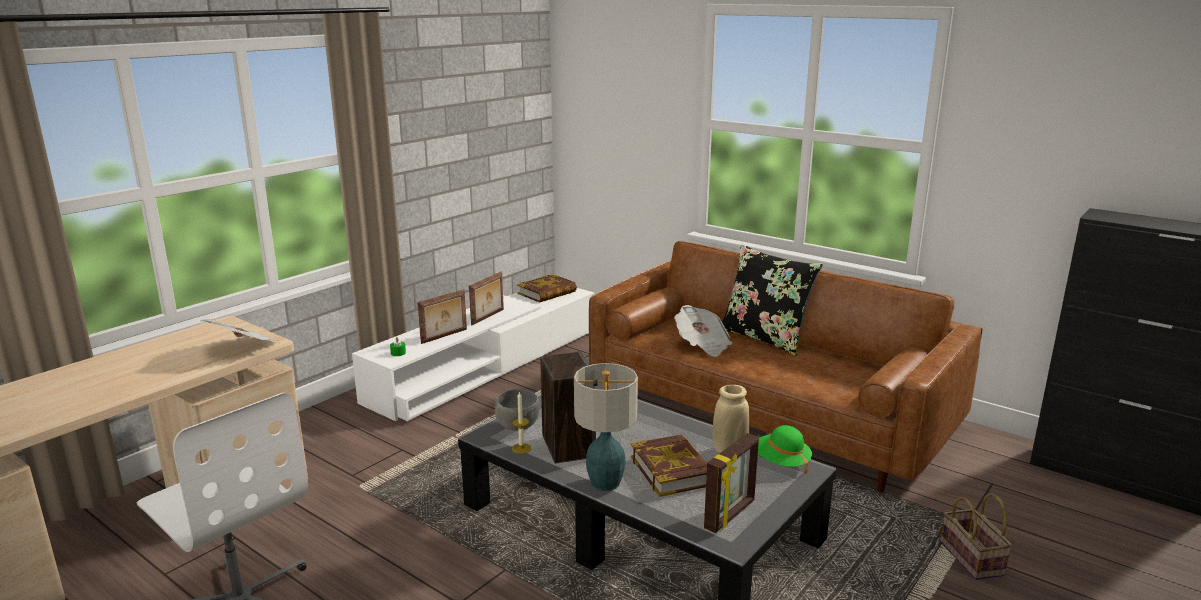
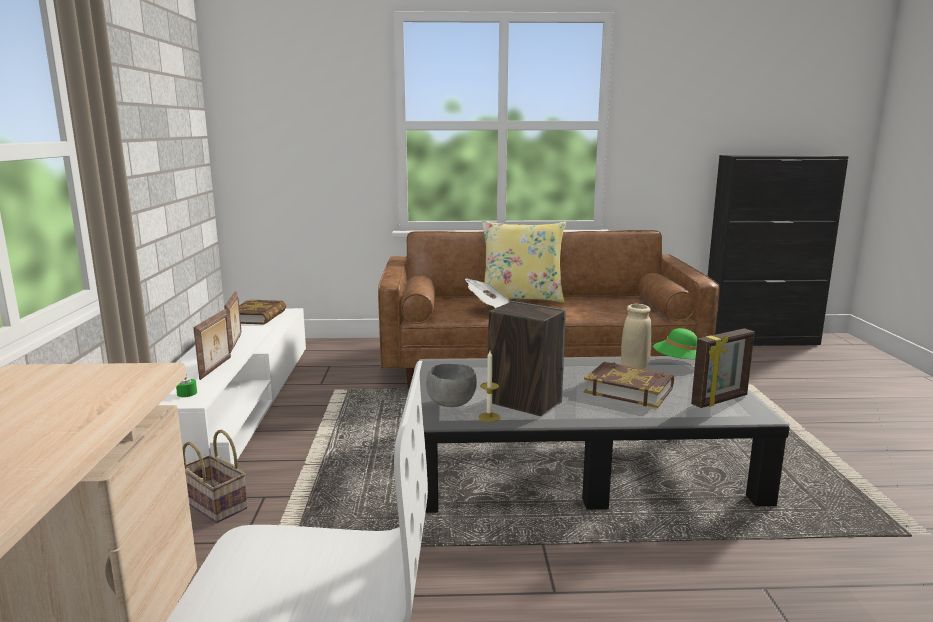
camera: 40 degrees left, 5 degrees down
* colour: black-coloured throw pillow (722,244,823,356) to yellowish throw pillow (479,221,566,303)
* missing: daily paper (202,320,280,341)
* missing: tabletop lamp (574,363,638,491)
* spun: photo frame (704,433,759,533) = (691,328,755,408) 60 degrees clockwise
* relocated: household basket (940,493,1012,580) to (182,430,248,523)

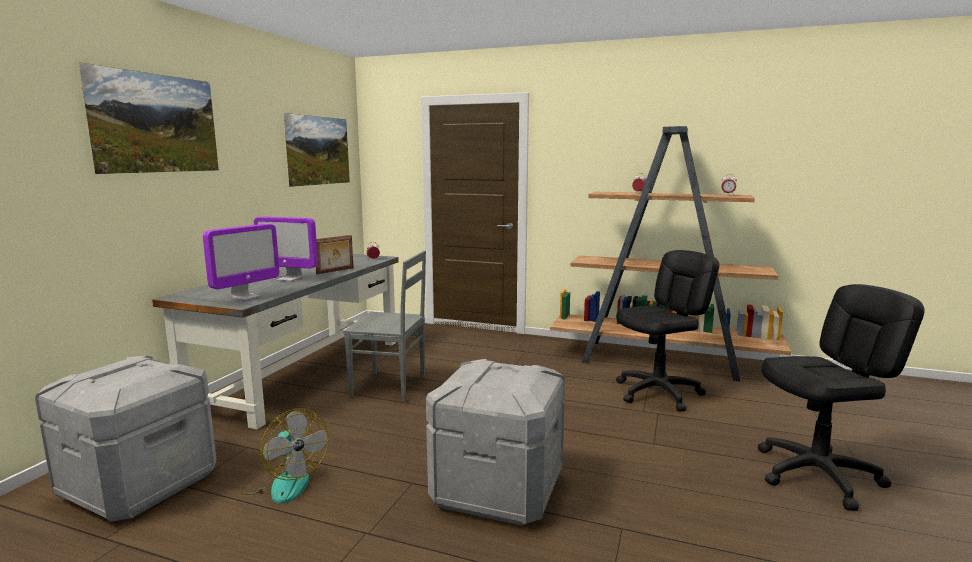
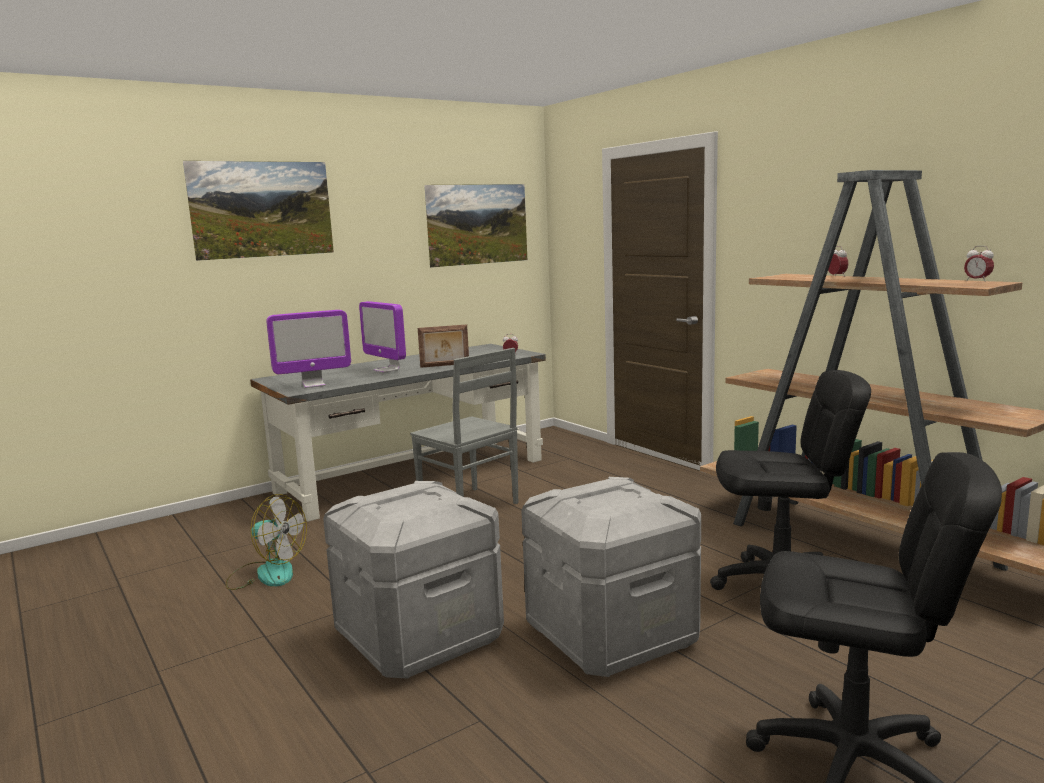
camera: 35 degrees right, 0 degrees up
* relocated: gray storage bin (35,356,216,522) to (521,477,701,677)
* spun: fan (241,409,329,504) = (225,494,307,590) 60 degrees counterclockwise

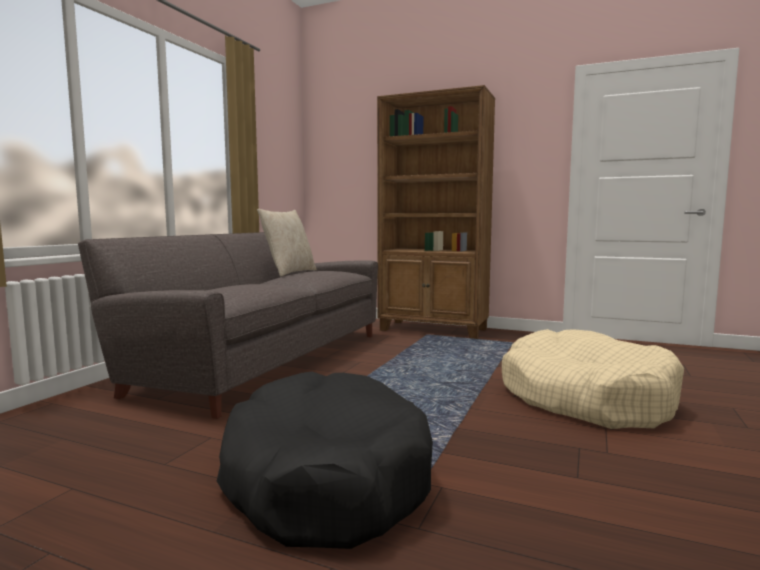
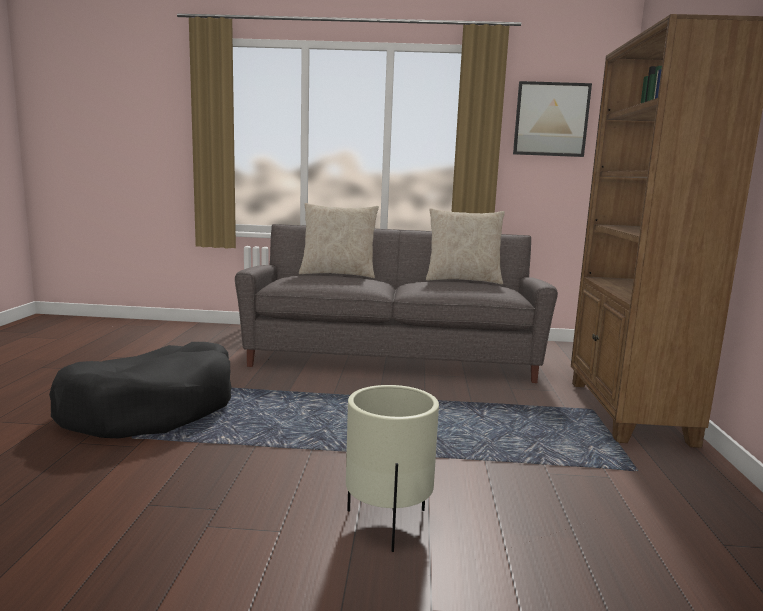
camera: 70 degrees right, 5 degrees up
* exchanged: sand-coloured dog cushion (502,329,684,429) to sand-coloured plant pot (346,385,439,552)
* appeared: wall art (513,81,592,157)
* appeared: sand-coloured throw pillow (299,203,379,278)

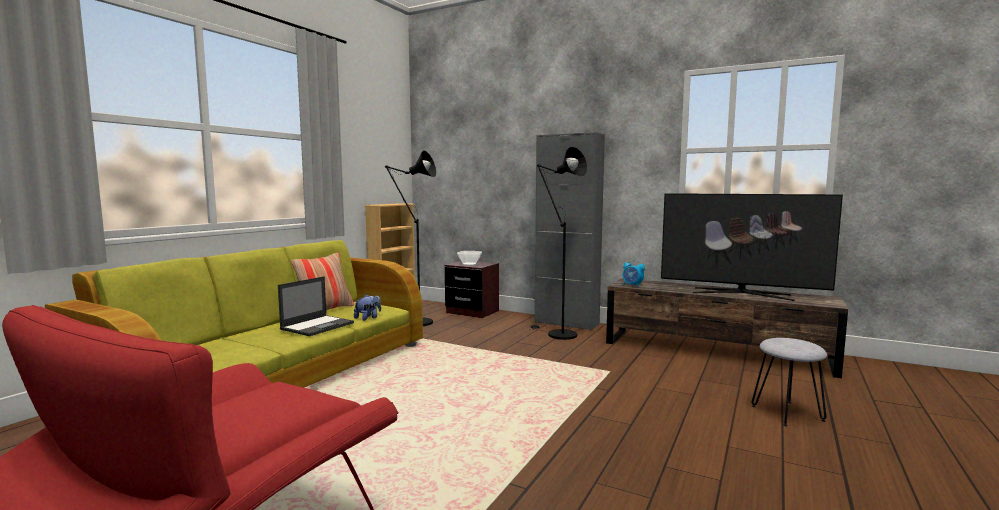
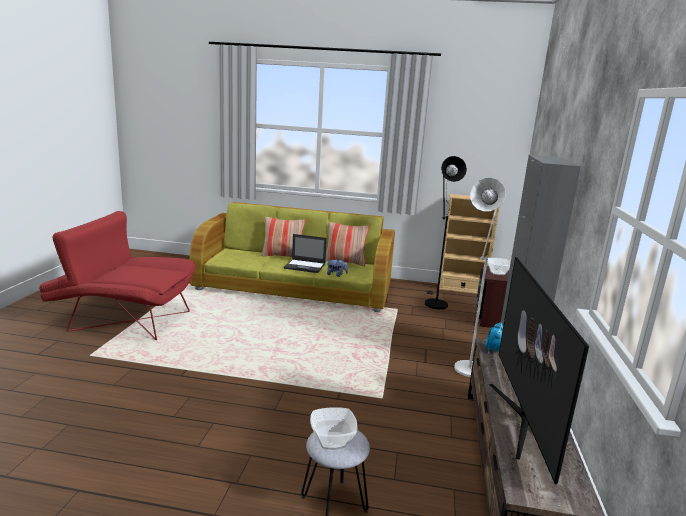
camera: 70 degrees right, 10 degrees up
* colour: black-coloured floor lamp (527,147,587,340) to white-coloured floor lamp (454,178,507,377)
* appeared: throw pillow (261,217,306,257)
* appeared: serving bowl (310,407,358,450)

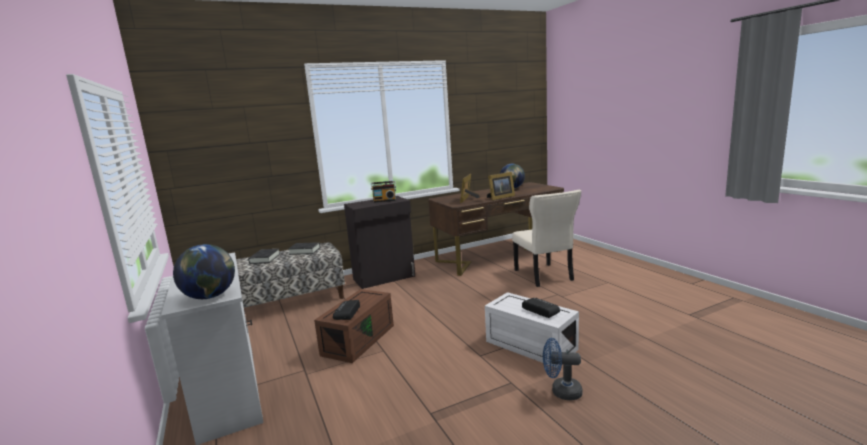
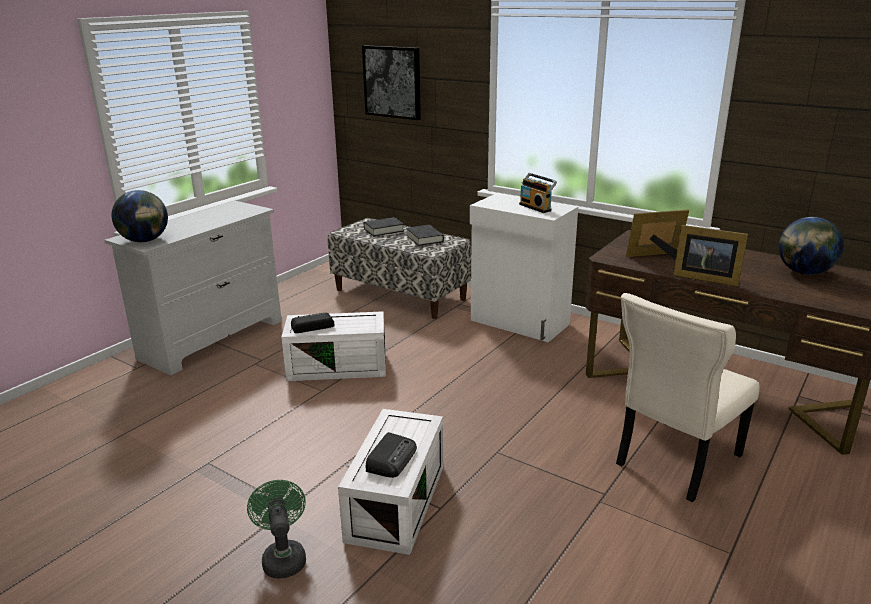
camera: 60 degrees right, 10 degrees up
* colour: black-coloured cupboard (344,196,415,289) to white-coloured cupboard (470,193,578,342)
* colour: brown storage bin (314,289,394,363) to white-coloured storage bin (281,311,386,381)
* colour: bluish fan (543,338,582,400) to greenish fan (247,480,306,579)
* appeared: wall art (362,45,421,120)

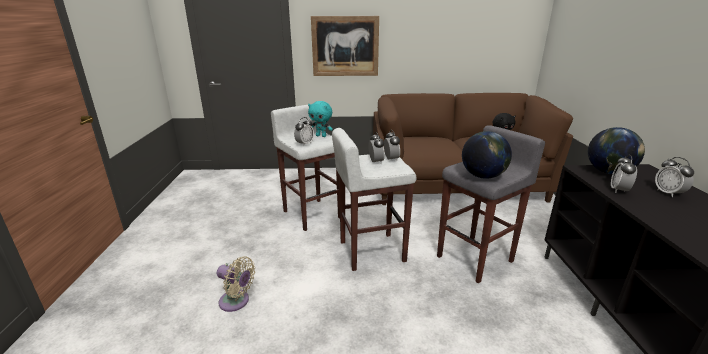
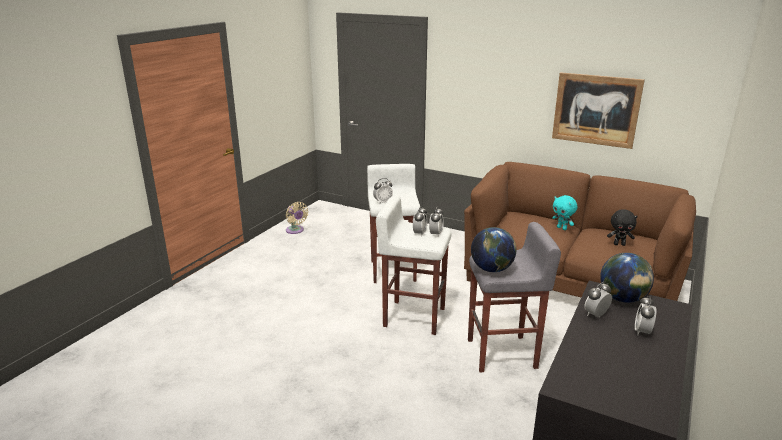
camera: 30 degrees right, 0 degrees up
* relocated: wall art (311,16,379,76) to (552,72,645,149)
* relocated: turquoise soft toy (308,101,333,137) to (552,195,578,230)
* relocated: sand-coloured fan (217,256,255,312) to (286,202,308,234)

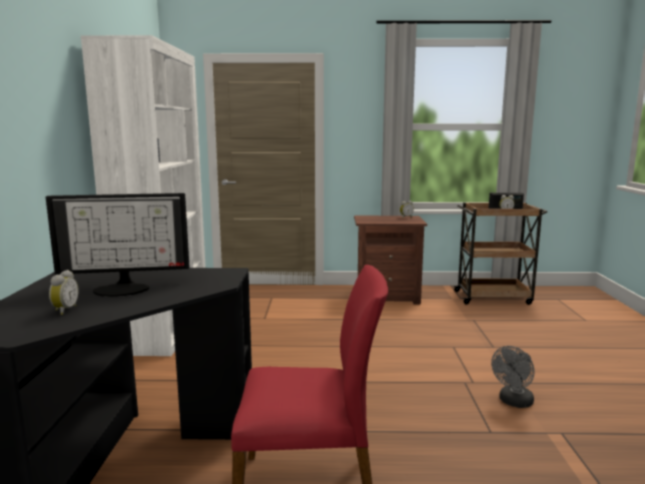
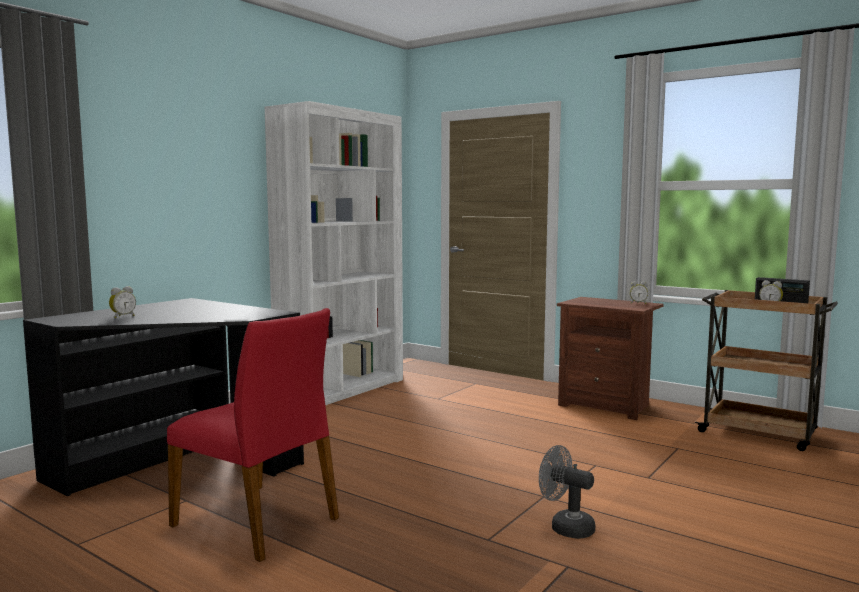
camera: 35 degrees right, 5 degrees down
* missing: computer screen (46,193,190,297)
* spun: gray fan (491,346,535,408) = (539,445,595,539) 45 degrees clockwise

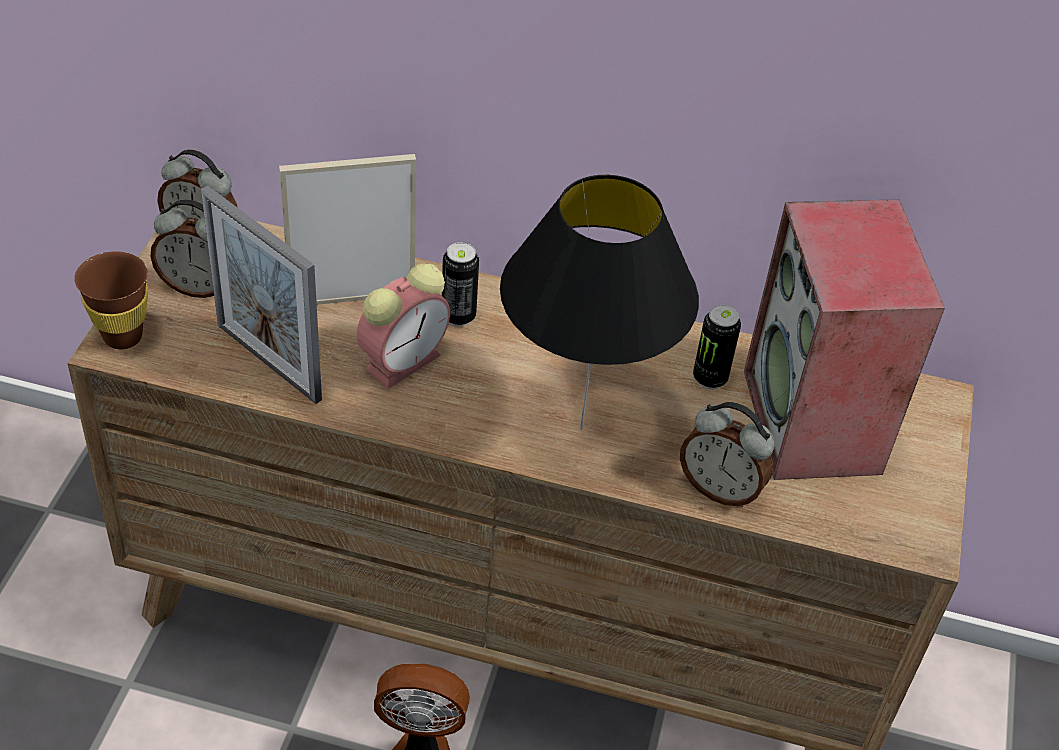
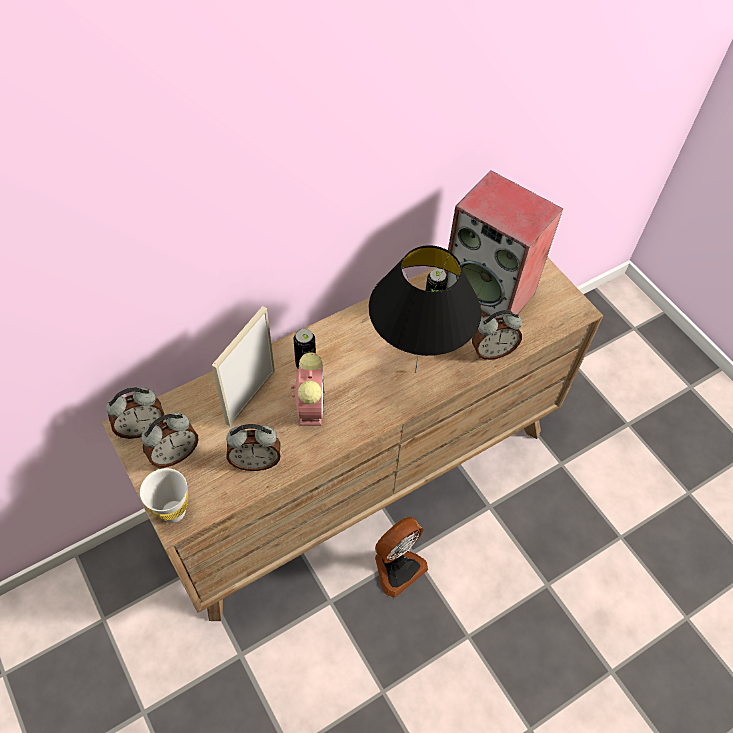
camera: 45 degrees left, 10 degrees up
* exchanged: photo frame (201,185,322,404) to alarm clock (226,424,281,471)
* colour: brown cup (75,251,148,349) to white-coloured cup (140,468,188,523)

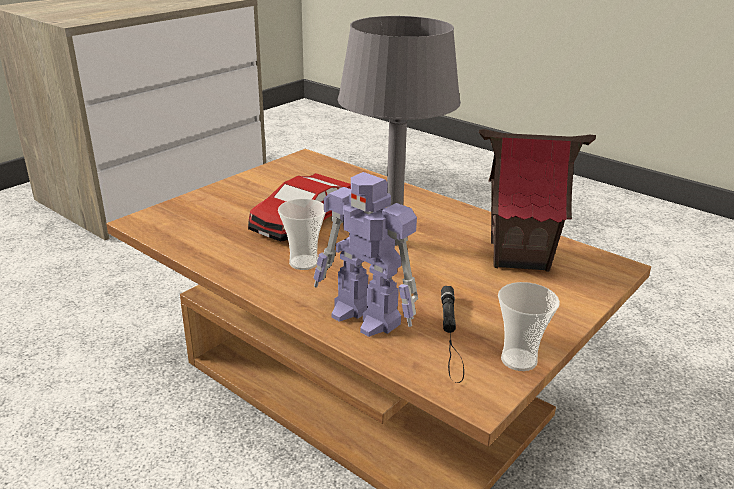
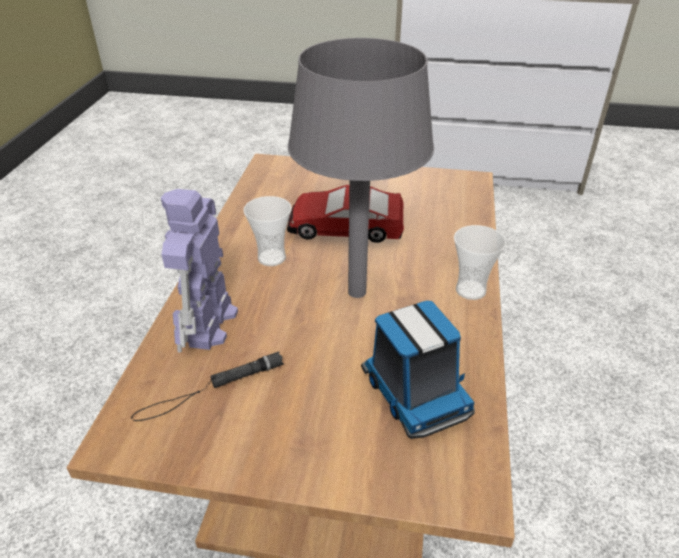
camera: 60 degrees right, 10 degrees up
* exchanged: model house (479,129,596,272) to toy truck (361,301,475,439)
* relocated: cup (498,282,560,371) to (454,225,506,300)

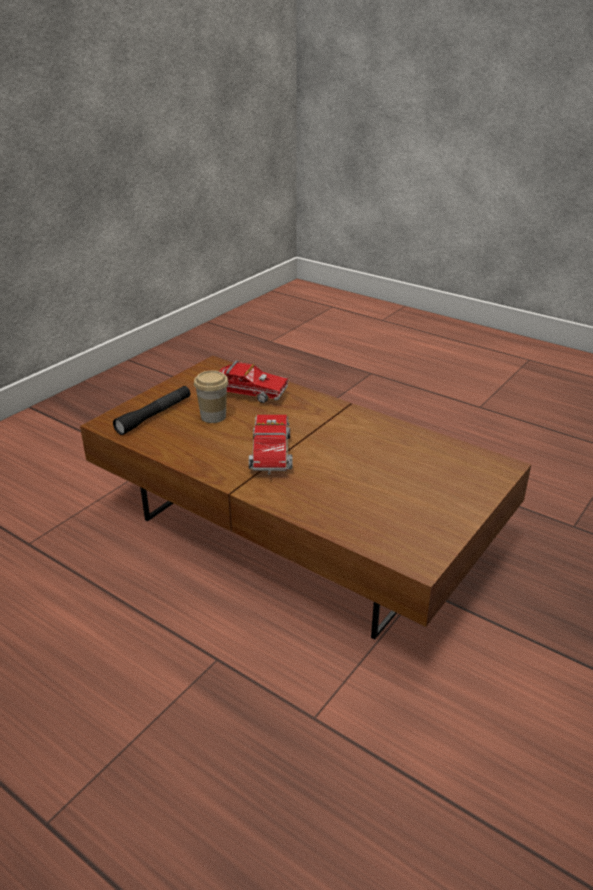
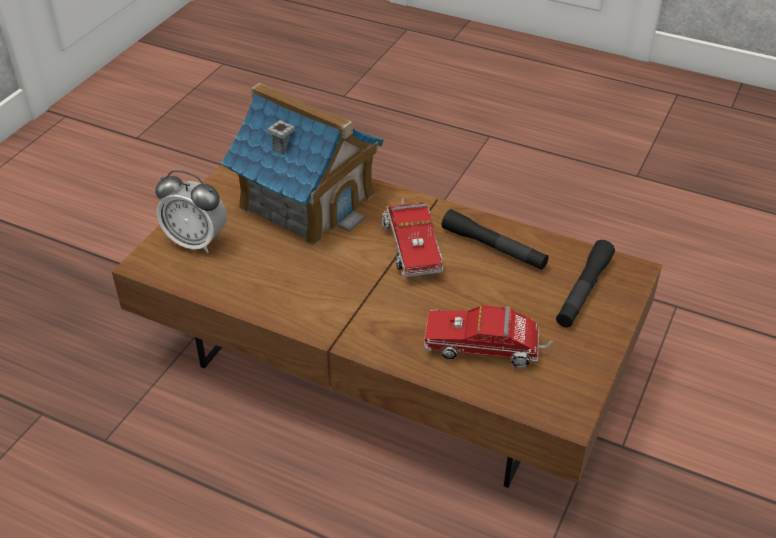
camera: 170 degrees right, 10 degrees up
* missing: cup (194,370,229,423)
* appeared: model house (221,83,383,246)
* appeared: alarm clock (155,170,227,253)
* appeared: black-coloured flashlight (442,209,549,270)

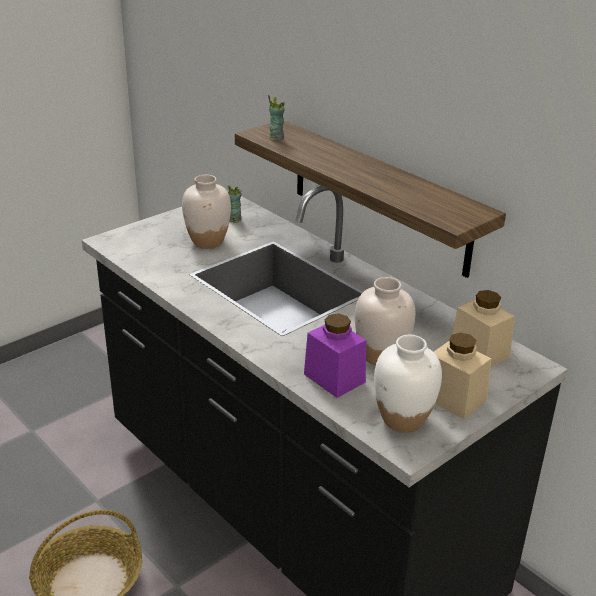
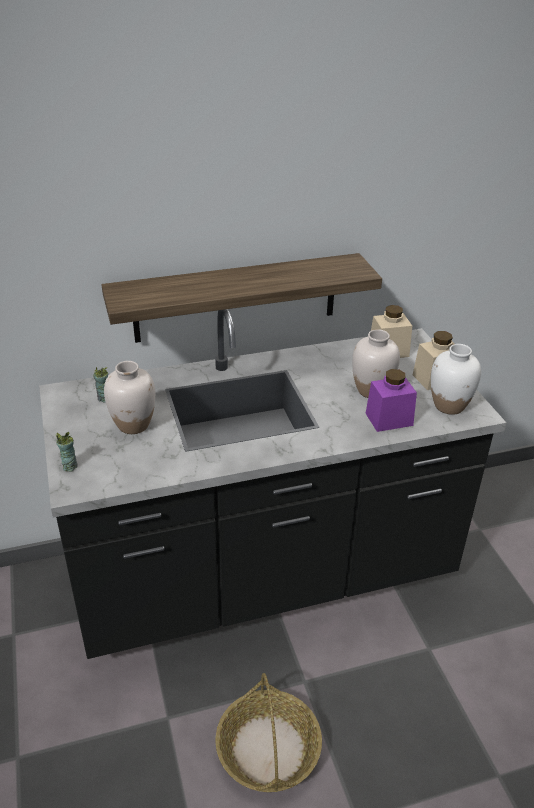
camera: 65 degrees left, 5 degrees up
* relocated: cup (268,95,285,141) to (56,432,78,472)

